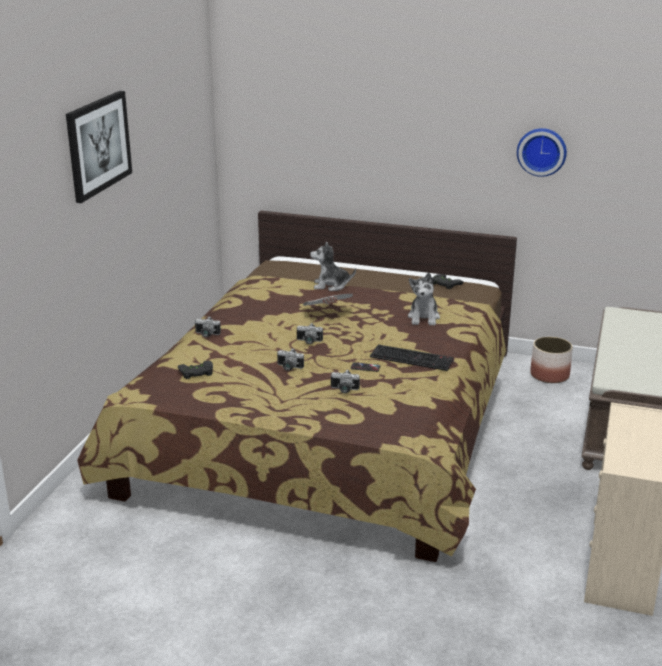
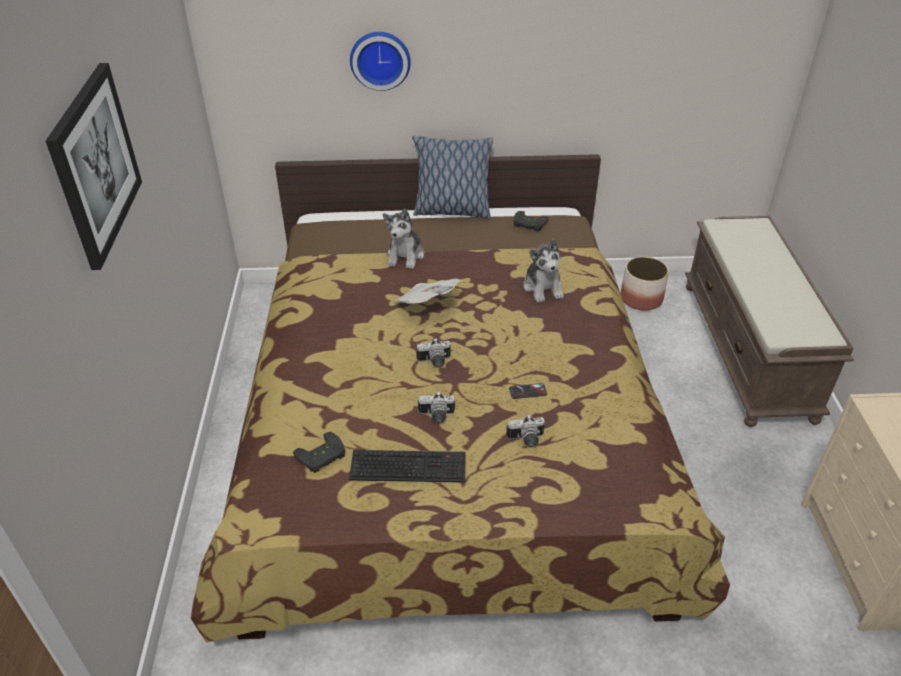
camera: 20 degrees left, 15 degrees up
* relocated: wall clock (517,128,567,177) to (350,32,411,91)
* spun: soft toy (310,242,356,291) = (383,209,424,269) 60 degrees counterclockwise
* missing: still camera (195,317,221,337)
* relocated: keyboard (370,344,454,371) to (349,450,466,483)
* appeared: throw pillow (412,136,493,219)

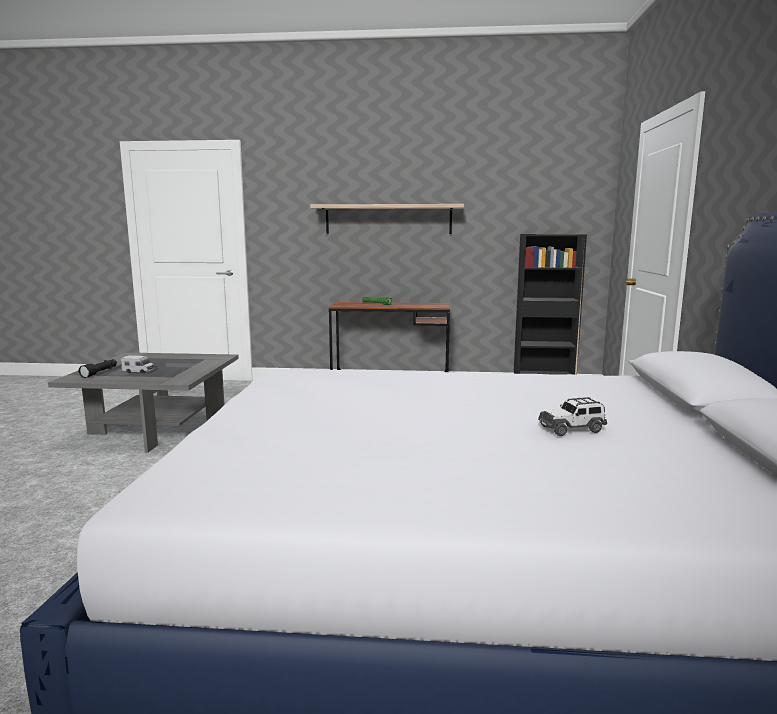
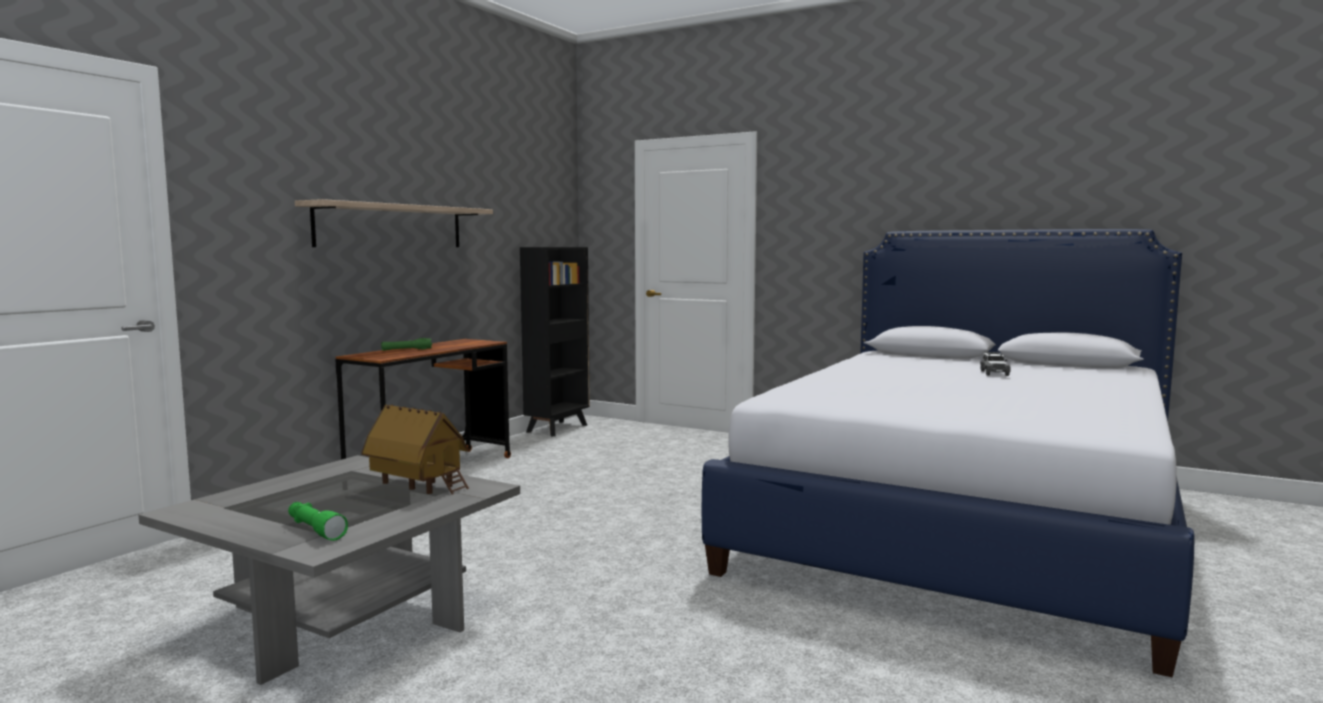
camera: 65 degrees left, 5 degrees down
* missing: toy truck (121,355,155,374)
* colour: black-coloured flashlight (78,359,117,378) to greenish flashlight (288,502,348,541)
* appeared: model house (361,404,469,495)

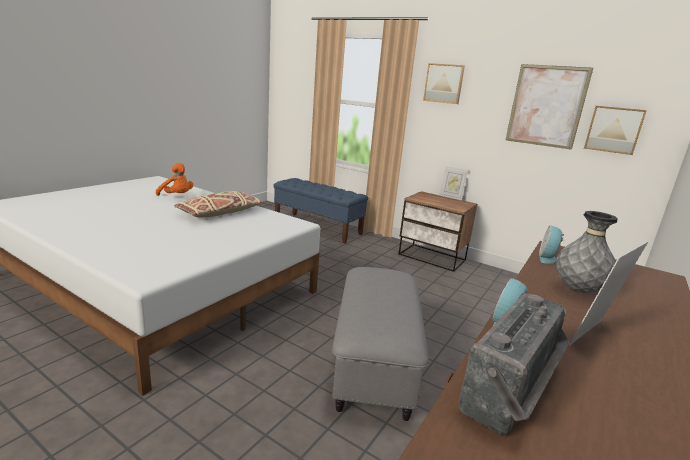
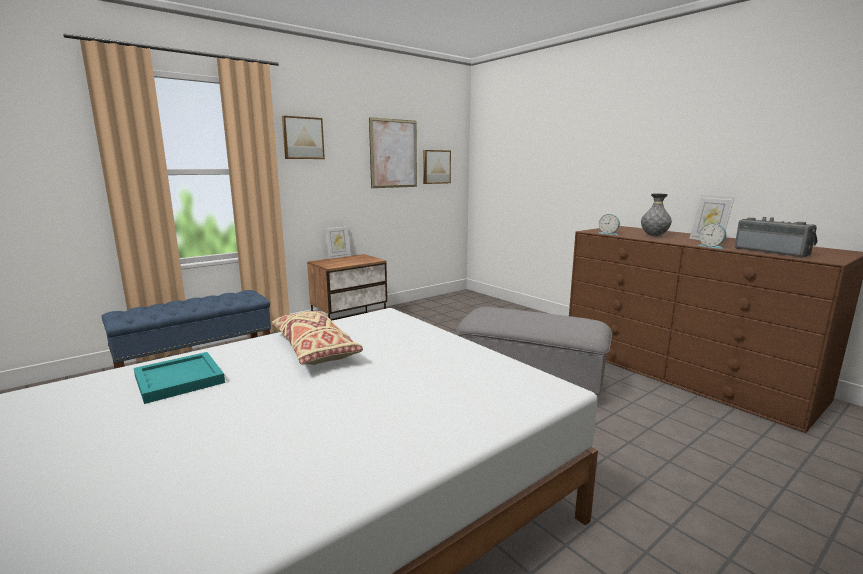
camera: 70 degrees left, 5 degrees down
* exchanged: orange-coloured soft toy (156,163,193,196) to turquoise tray (134,352,225,404)

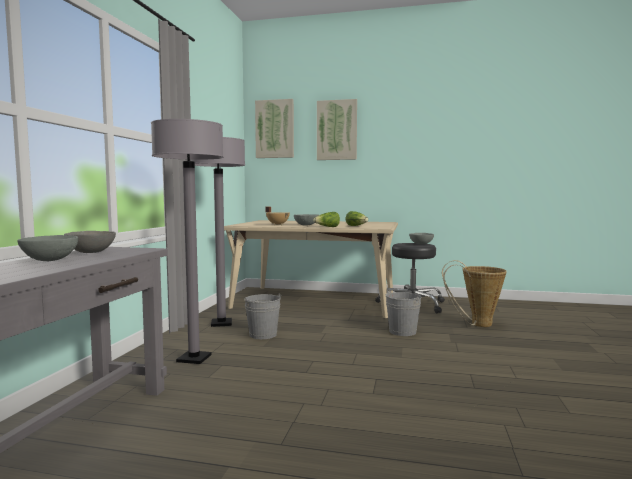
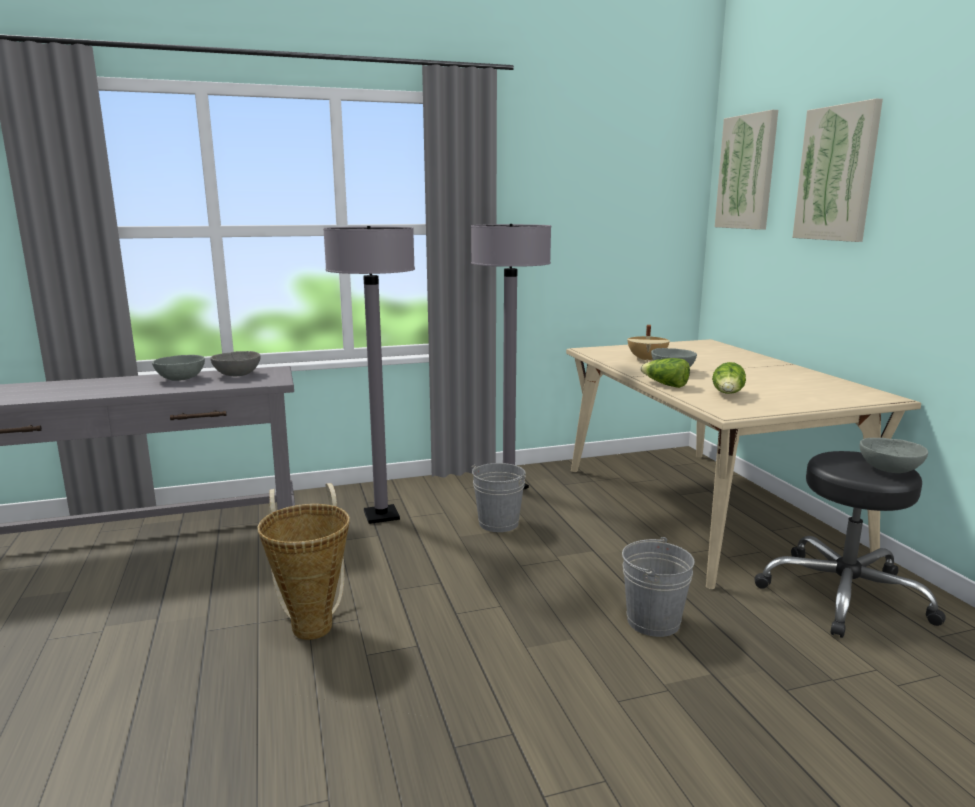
camera: 60 degrees right, 10 degrees up
* relocated: household basket (442,260,507,327) to (258,483,350,640)

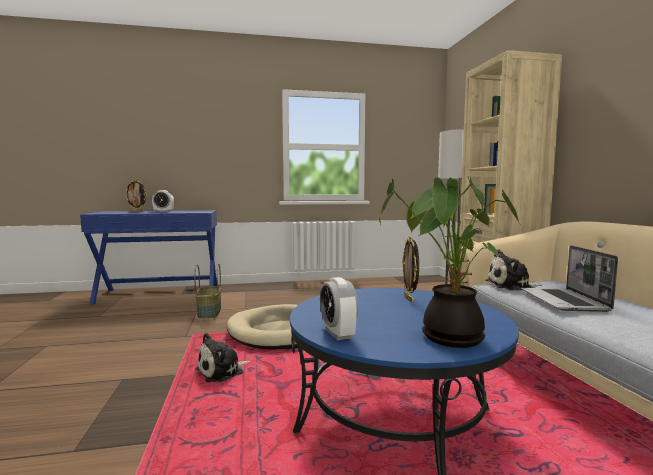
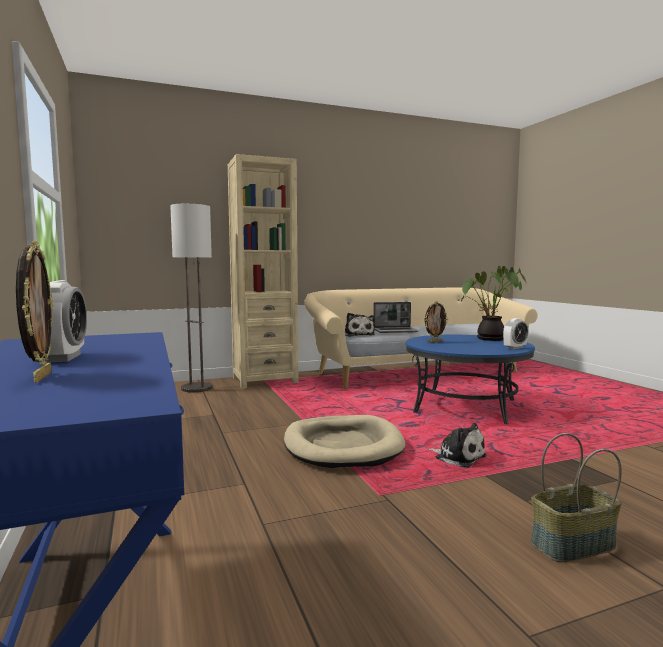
camera: 100 degrees left, 0 degrees up
* relocated: household basket (194,264,221,318) to (531,433,622,562)

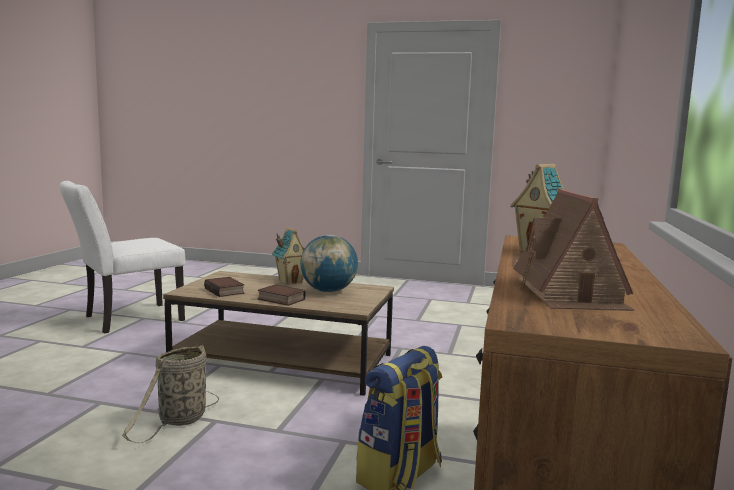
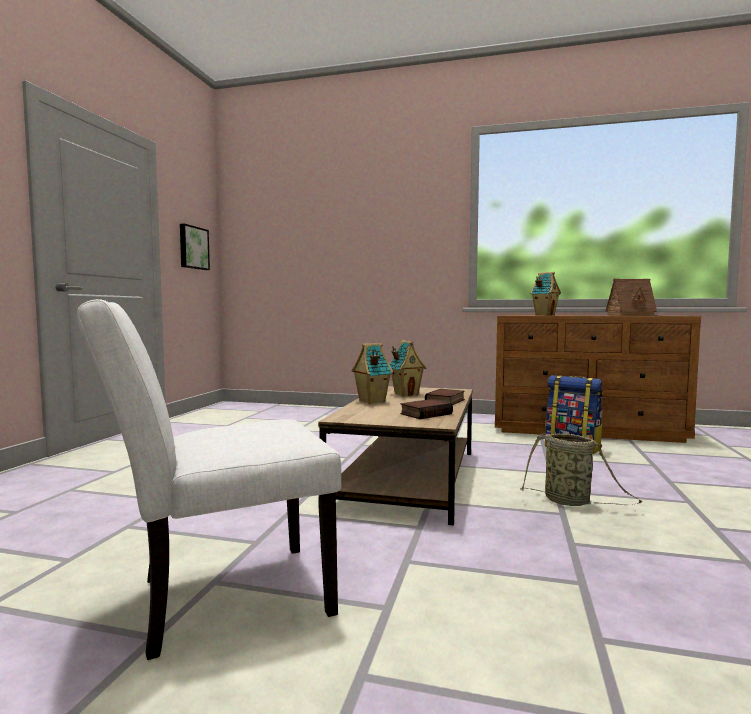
camera: 90 degrees left, 5 degrees down
* spun: white-coloured upright chair (60,181,186,334) = (77,299,341,660) 105 degrees clockwise
* exchanged: world globe (300,235,358,292) to model house (389,340,426,397)
* appeared: wall art (180,224,210,270)

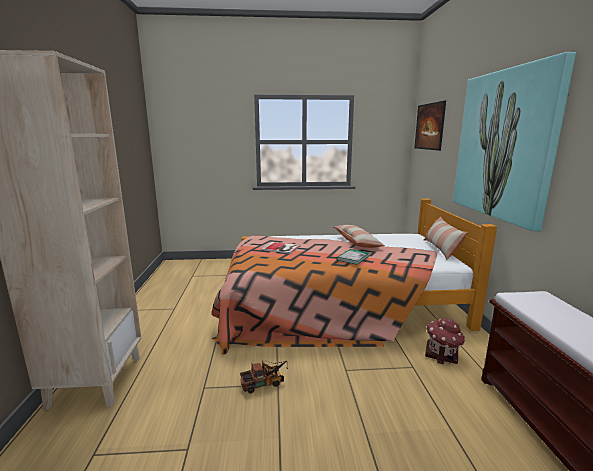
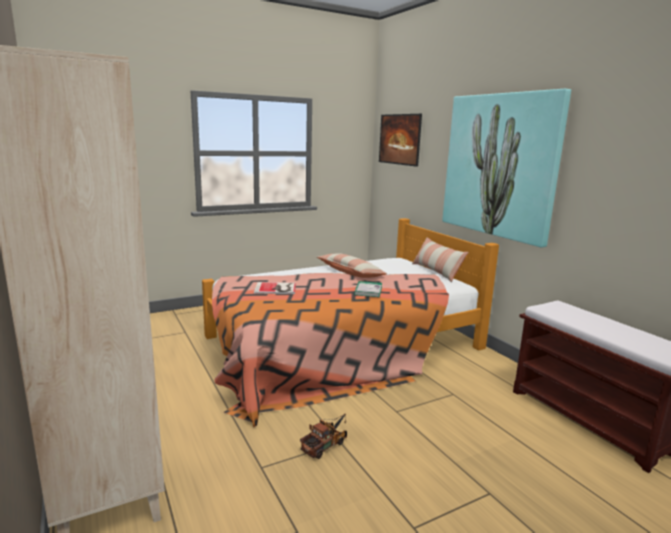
camera: 25 degrees left, 0 degrees up
* missing: model house (425,318,465,364)

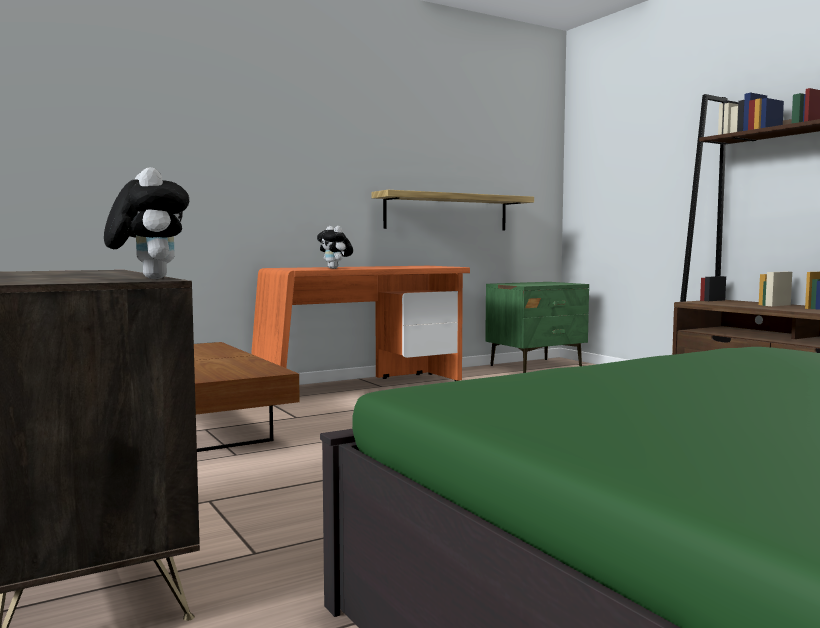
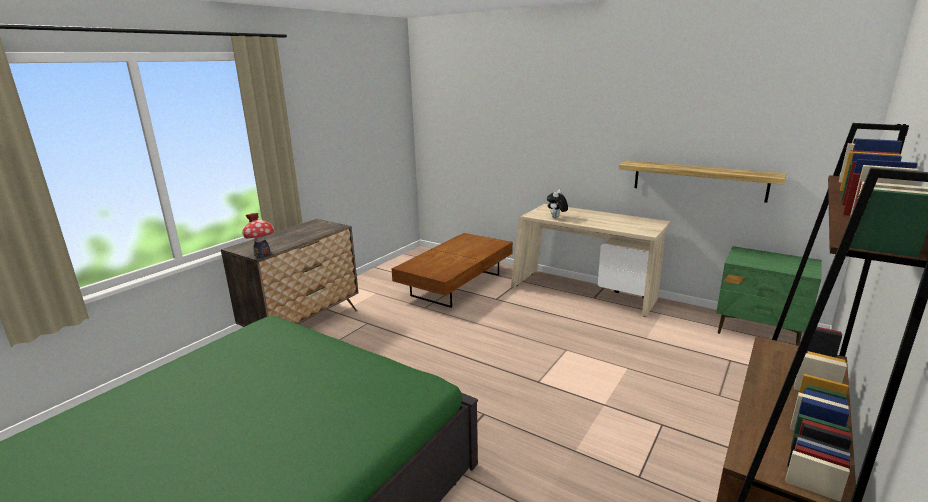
camera: 65 degrees right, 15 degrees up
* exchanged: soft toy (104,167,189,279) to model house (242,213,274,257)
* colour: orange-coloured desk table (251,266,470,381) to sand-coloured desk table (511,204,671,317)

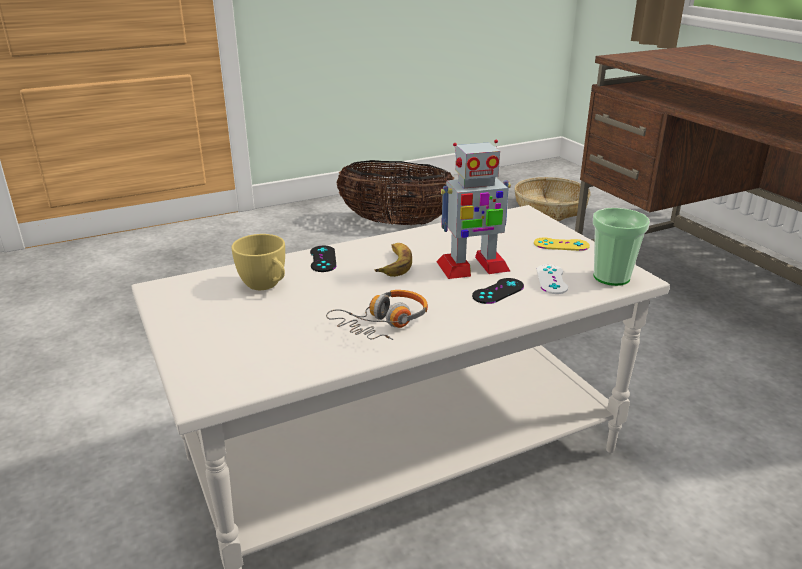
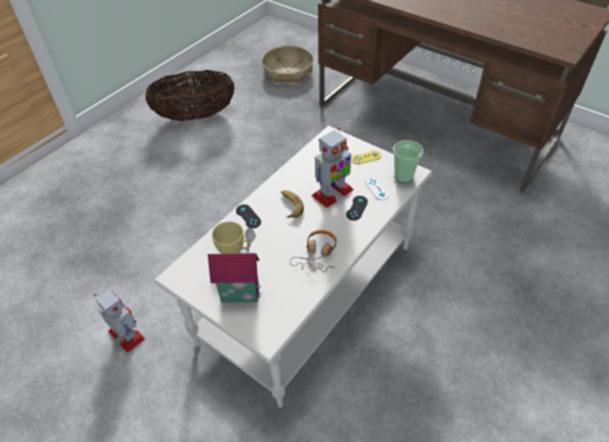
camera: 25 degrees left, 20 degrees up
* appeared: model house (208,228,261,303)
* appeared: toy robot (94,289,145,353)

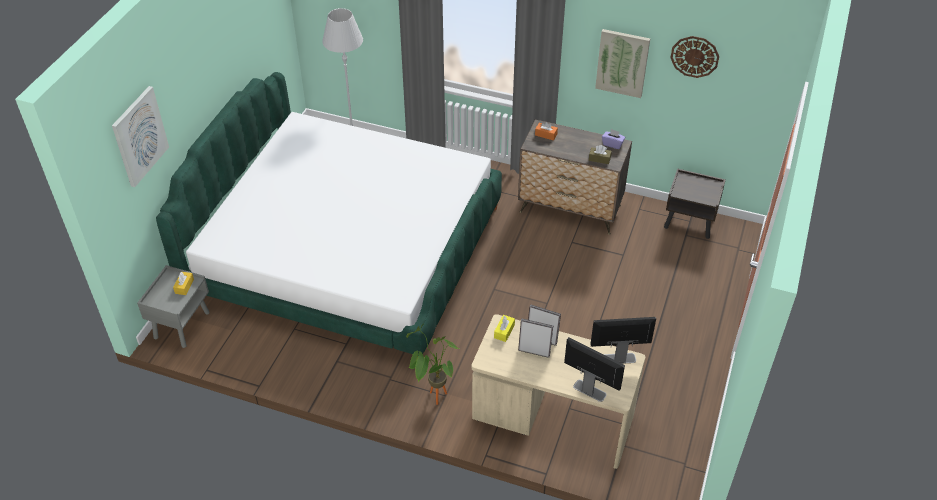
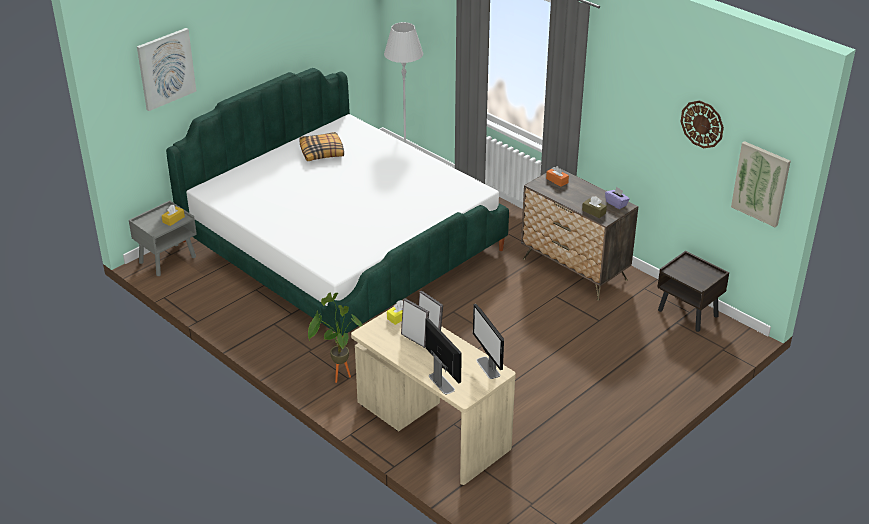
camera: 25 degrees right, 10 degrees down
* relocated: wall art (595,29,650,98) to (731,141,791,227)
* spun: computer screen (590,317,656,364) = (473,304,504,379) 135 degrees counterclockwise
* appeared: throw pillow (299,132,344,161)

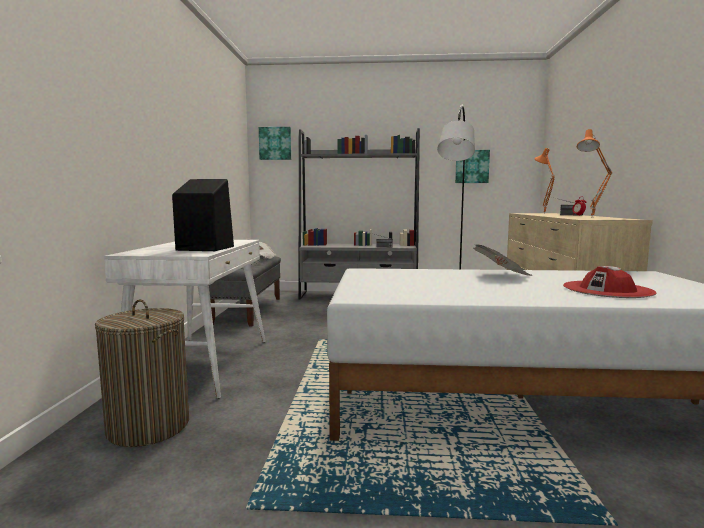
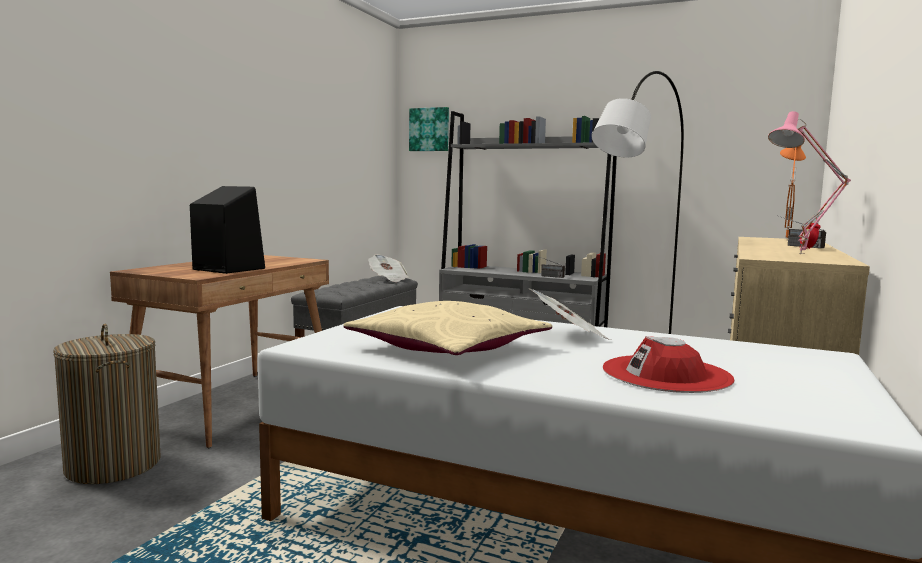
camera: 20 degrees right, 0 degrees up
* colour: orange-coloured tabletop lamp (577,129,612,215) to pinkish tabletop lamp (768,111,851,254)
* missing: wall art (455,150,490,183)
* colour: white-coloured desk table (104,240,266,399) to brown desk table (110,255,329,448)
* appeared: sand-coloured throw pillow (343,301,552,355)

